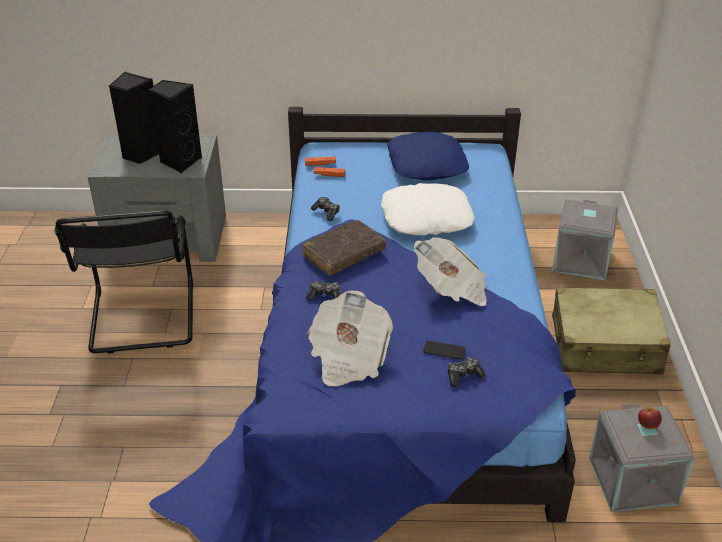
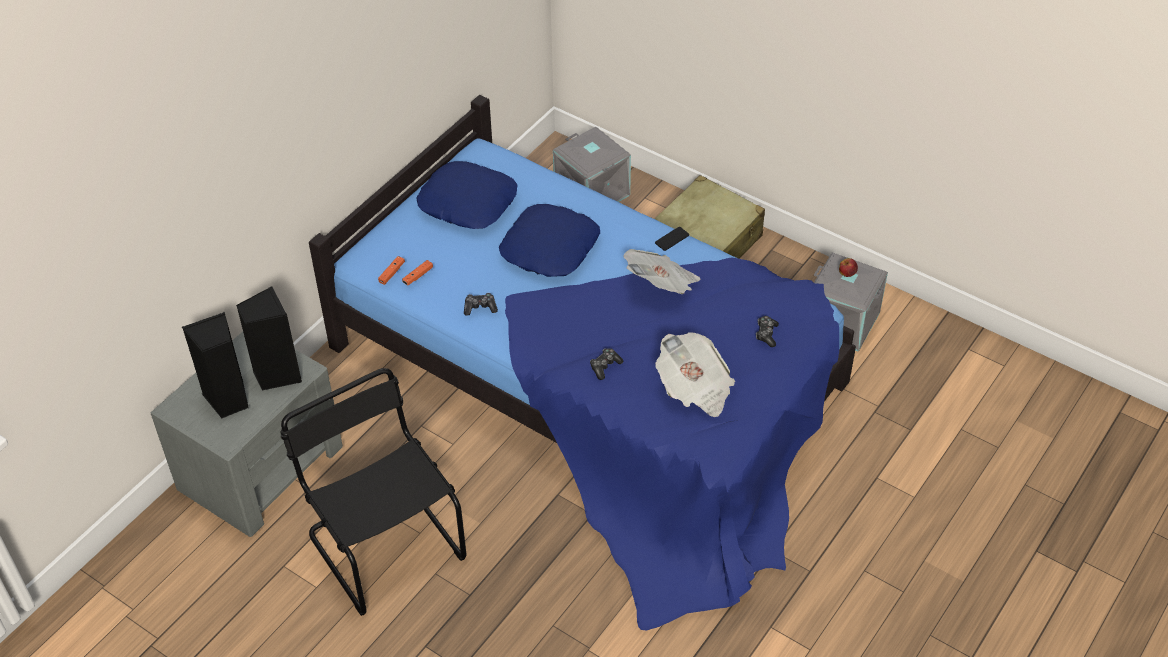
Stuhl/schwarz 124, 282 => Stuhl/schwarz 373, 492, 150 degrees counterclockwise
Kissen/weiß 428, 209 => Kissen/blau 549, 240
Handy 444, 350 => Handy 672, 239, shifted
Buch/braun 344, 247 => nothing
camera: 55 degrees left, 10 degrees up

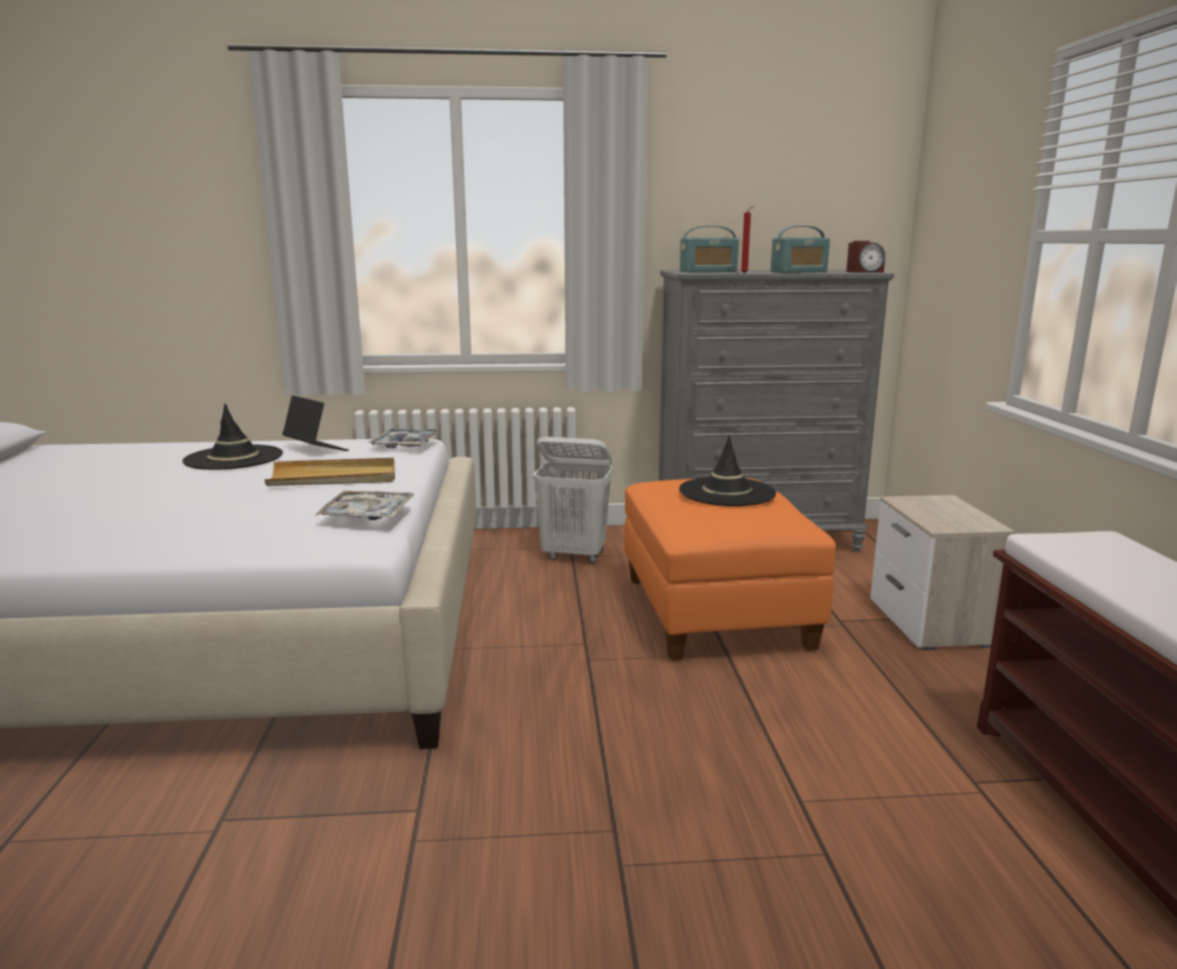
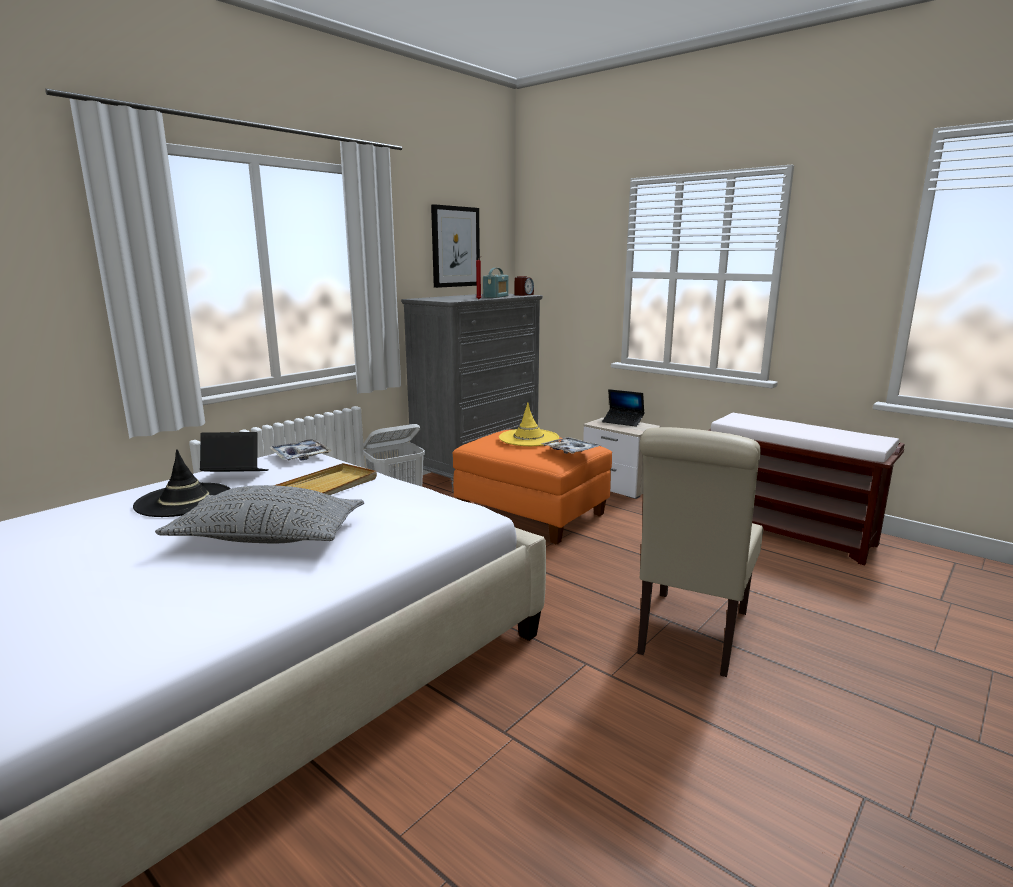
nothing => Kissen/grau 259, 514
nothing => Bild 455, 246
Hut/schwarz 727, 470 => Hut/gelb 529, 424
Tablett 364, 505 => Tablett 571, 445, shifted
nothing => Laptop 623, 408
nothing => Stuhl/beige 700, 552
Radio 709, 249 => nothing
camera: 45 degrees left, 0 degrees up

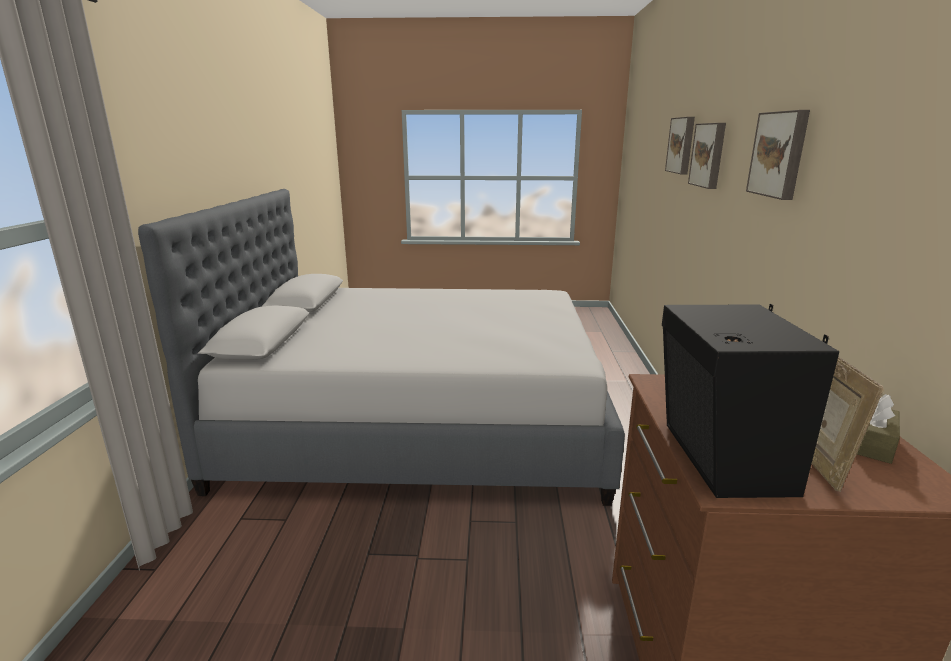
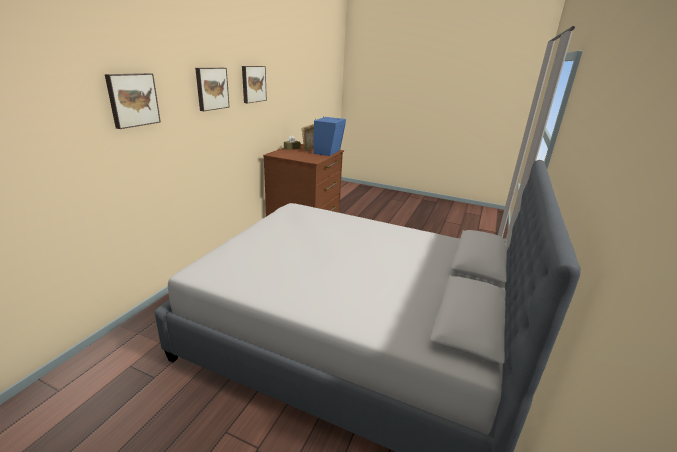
Bild 680, 145 => Bild 254, 84, shifted
Lautsprecher/schwarz 750, 401 => Lautsprecher/blau 329, 136
camera: 160 degrees left, 5 degrees up

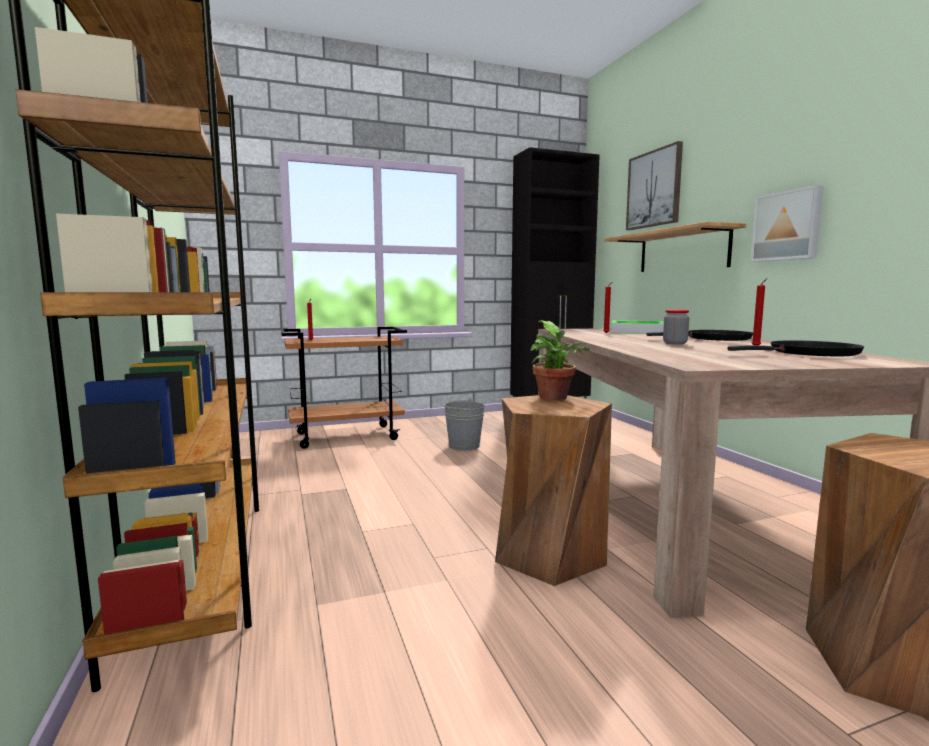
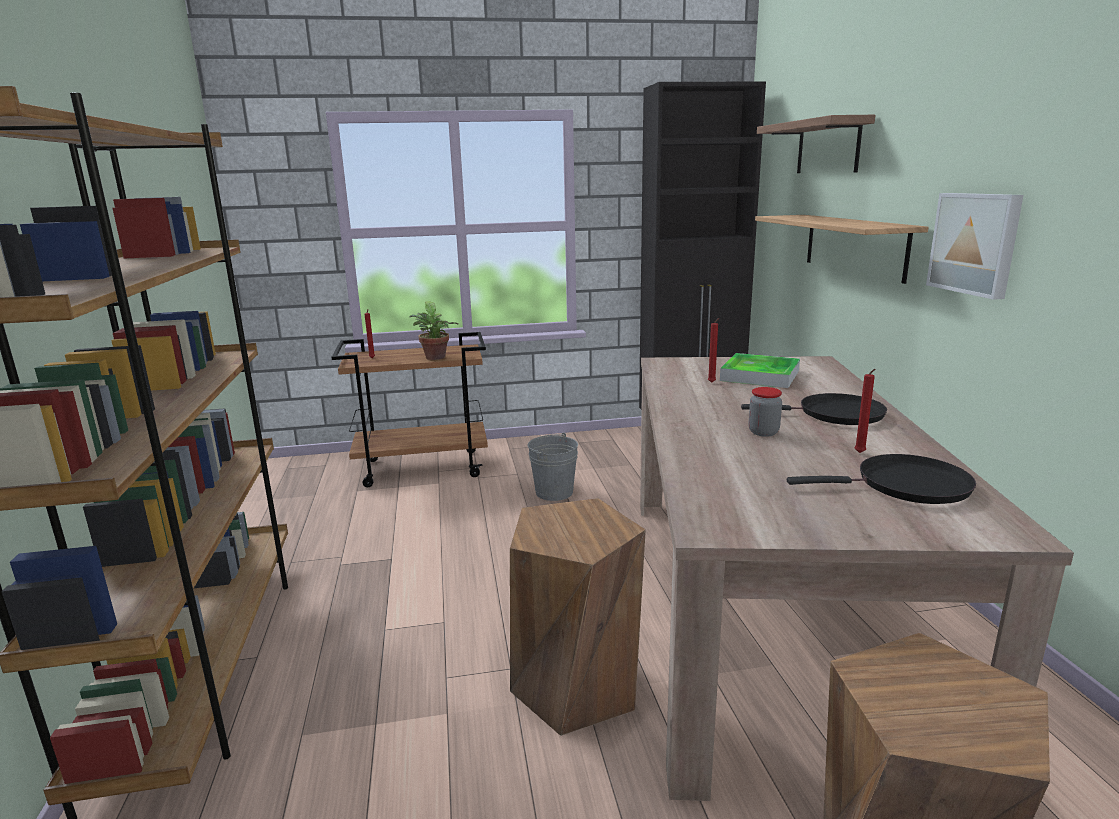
Topfpflanze 560, 360 => Topfpflanze 434, 330, shifted
Bild 654, 185 => Wandregal 816, 144
camera: 10 degrees right, 10 degrees up

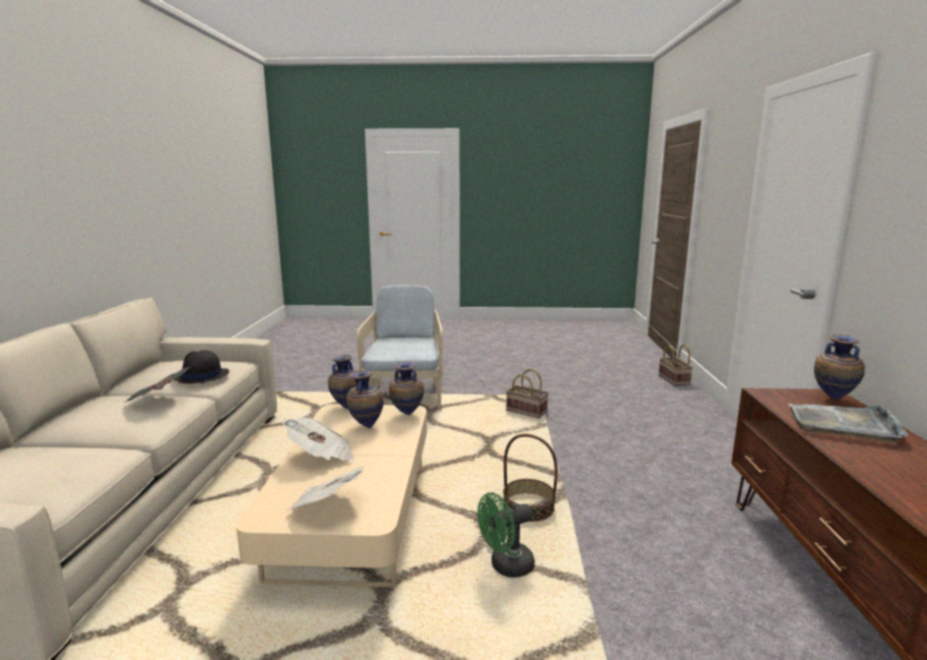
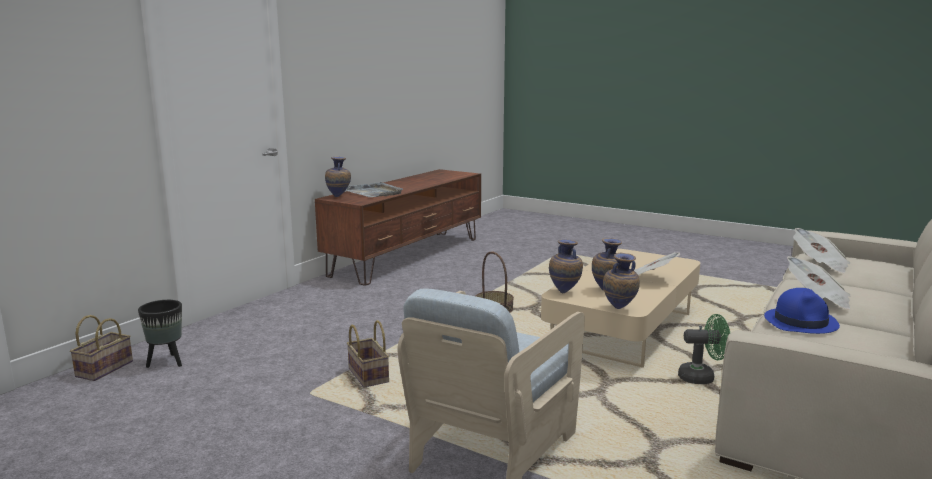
nothing => Pflanzkübel/schwarz 160, 334
Ventilator/grün 506, 535 => Ventilator/grün 704, 349, shifted
Hut/schwarz 201, 367 => Hut/blau 802, 311
Zeitung 326, 488 => Zeitung 821, 250, shifted
camera: 150 degrees left, 0 degrees up

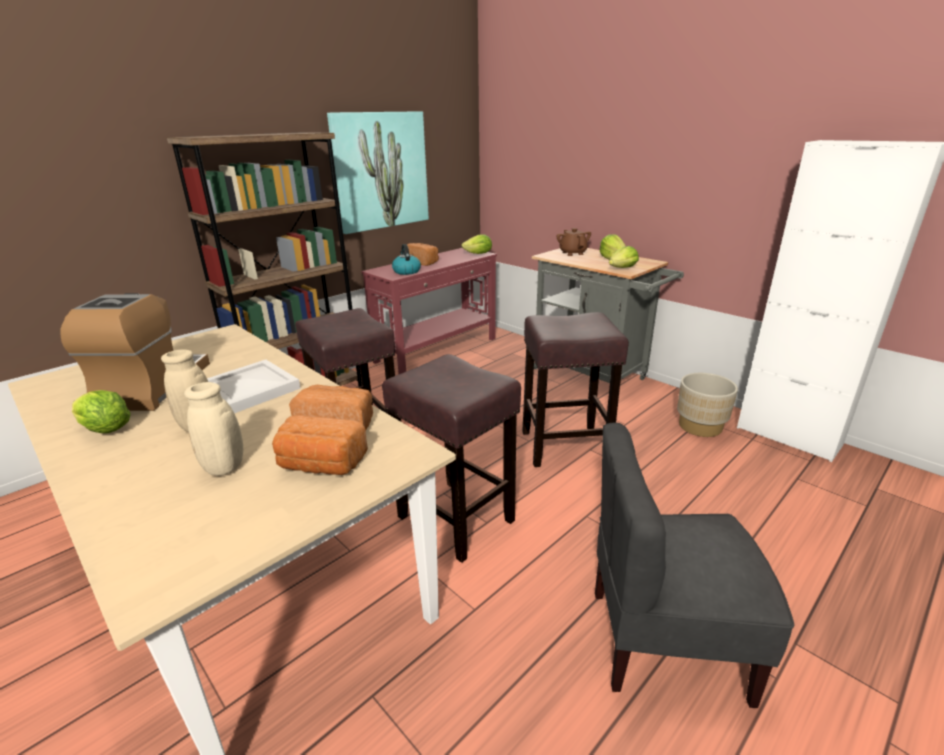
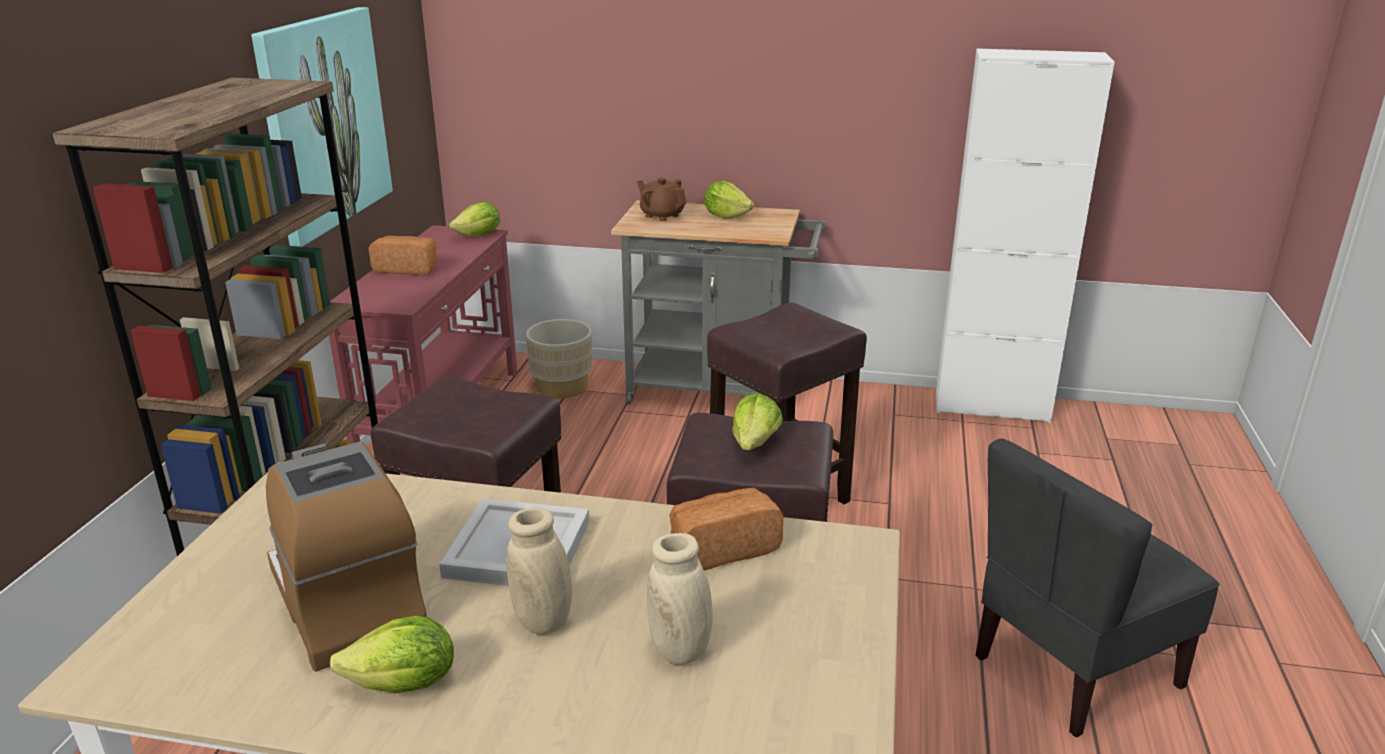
Pflanzkübel/beige 707, 405 => Pflanzkübel/beige 559, 358, shifted
Salatkopf 624, 257 => Salatkopf 757, 421, shifted
Brot 320, 445 => nothing
Wasserkessel 406, 259 => nothing
camera: 35 degrees left, 0 degrees up

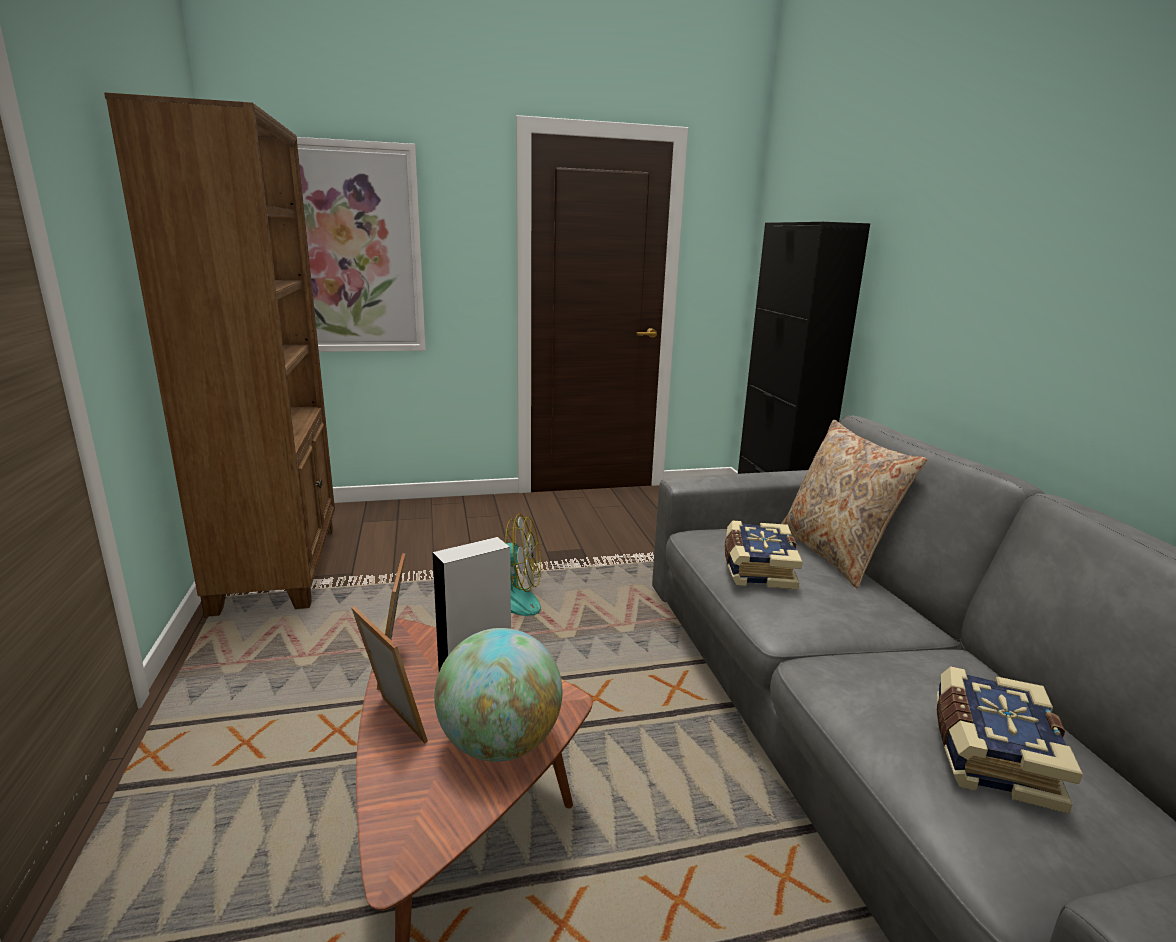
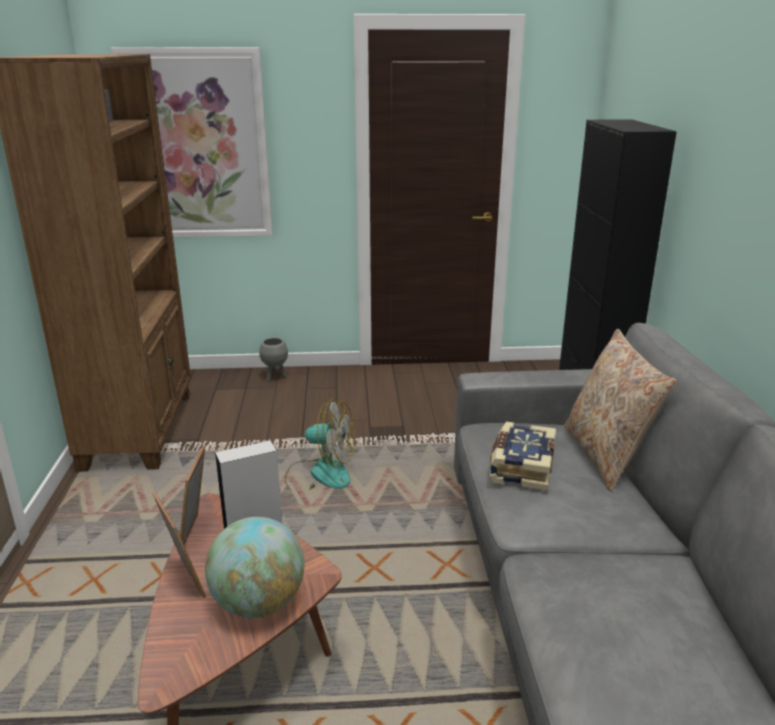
nothing => Pflanzkübel/grau 273, 359
Buch 1010, 740 => nothing
camera: 10 degrees right, 5 degrees up

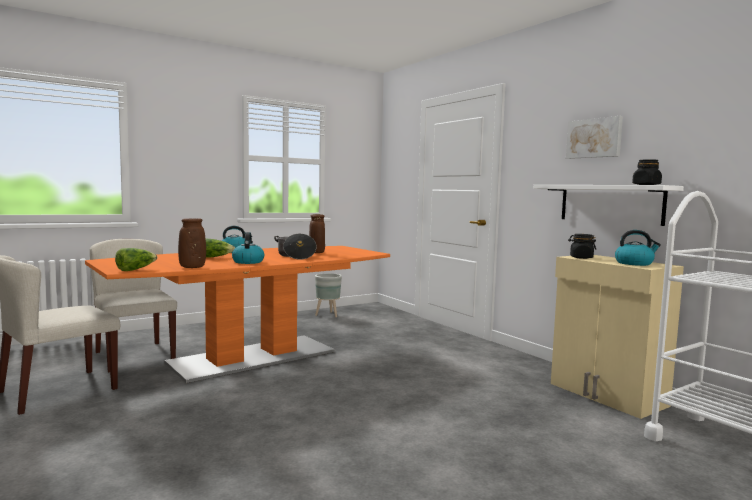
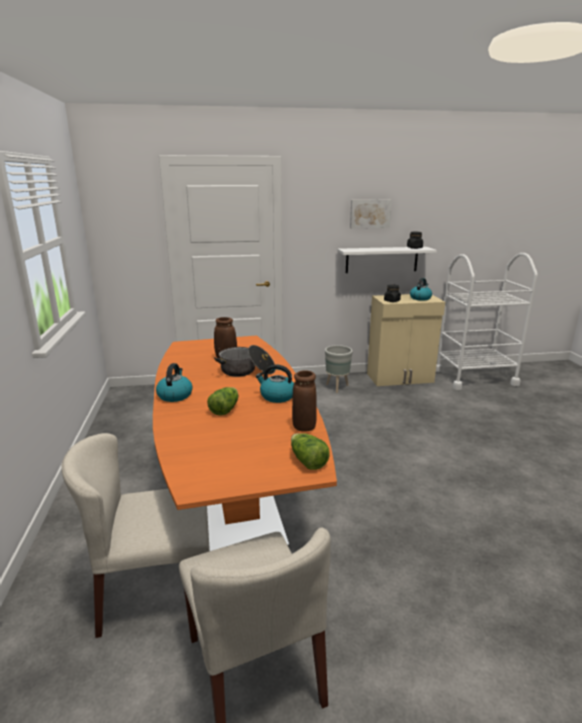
Pflanzkübel/grau 328, 295 => Pflanzkübel/grau 338, 369, shifted
camera: 65 degrees left, 15 degrees up

